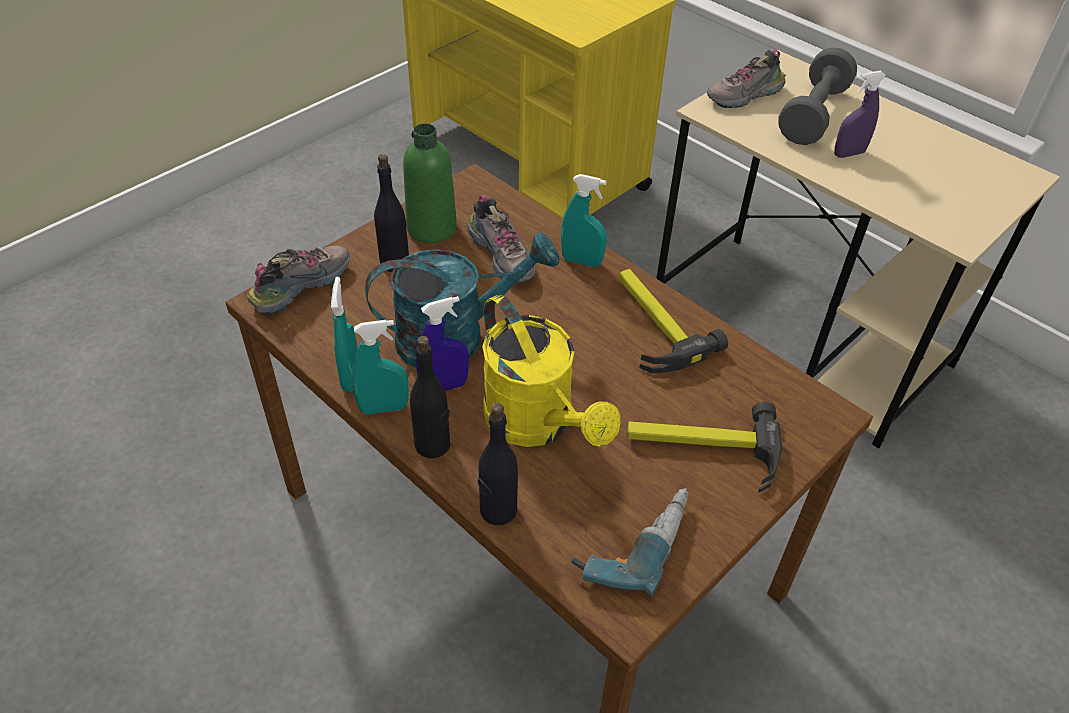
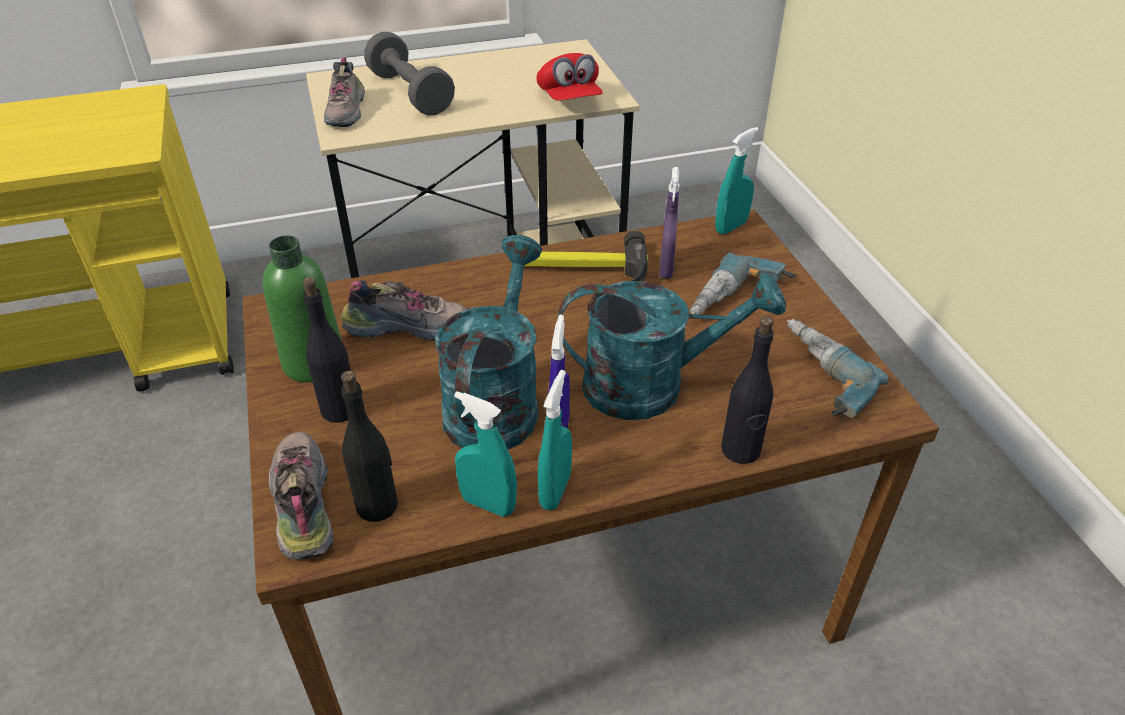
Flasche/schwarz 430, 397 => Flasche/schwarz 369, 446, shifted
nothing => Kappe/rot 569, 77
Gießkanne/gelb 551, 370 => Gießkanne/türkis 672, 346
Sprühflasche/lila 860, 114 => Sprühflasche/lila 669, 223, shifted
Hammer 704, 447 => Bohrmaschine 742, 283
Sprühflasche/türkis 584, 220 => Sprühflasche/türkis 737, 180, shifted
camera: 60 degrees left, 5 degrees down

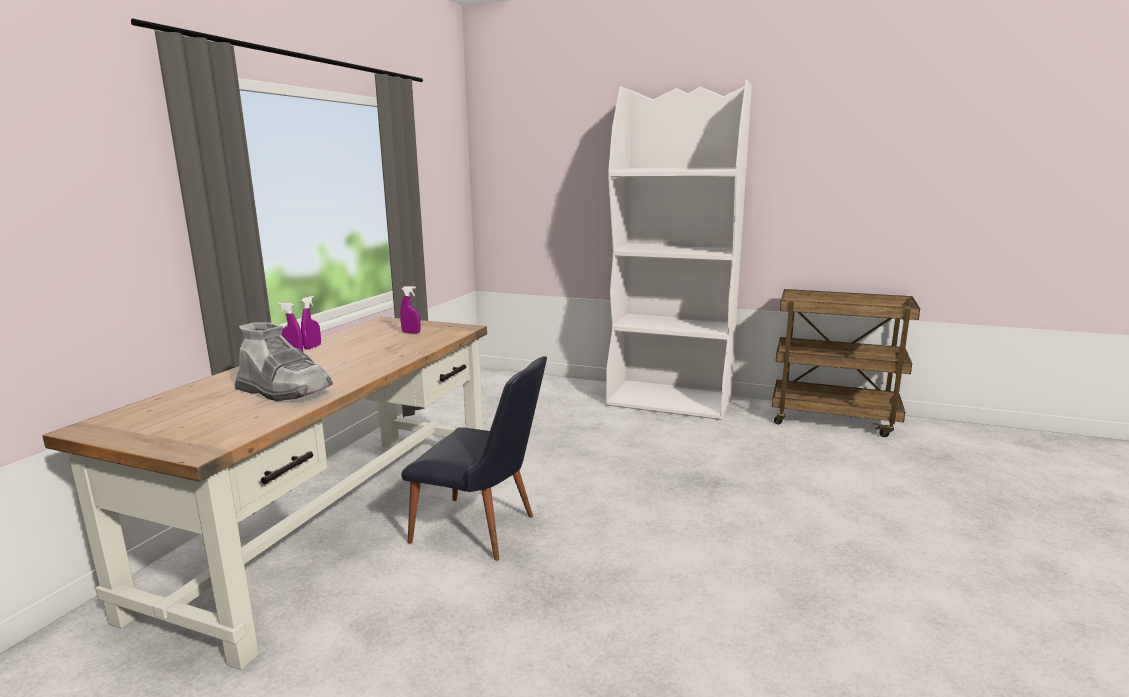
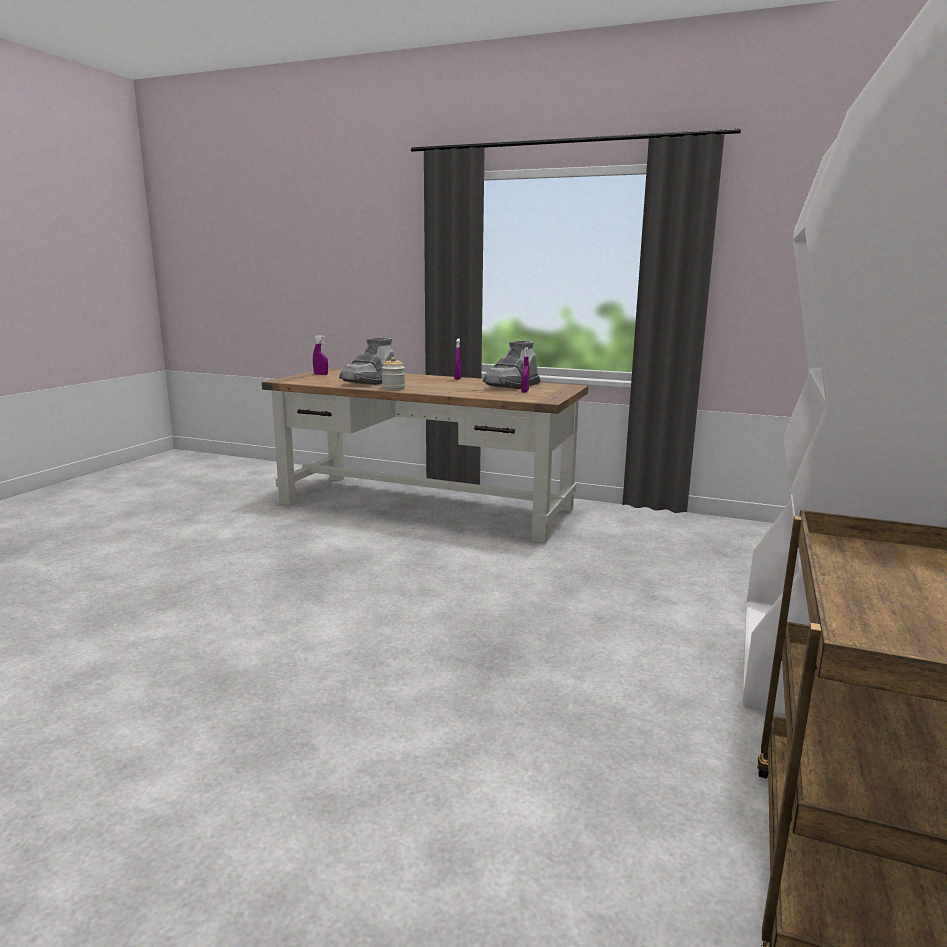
Sprühflasche/lila 311, 323 => Sprühflasche/lila 320, 355, shifted
nothing => Vorratsglas 393, 373
nothing => Stiefel/grau 511, 365
Stuhl/schwarz 474, 458 => nothing
camera: 90 degrees right, 0 degrees up

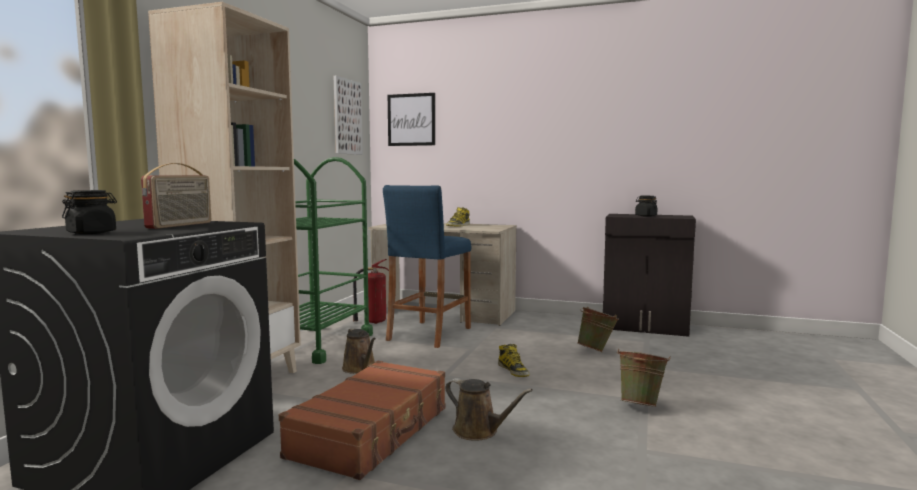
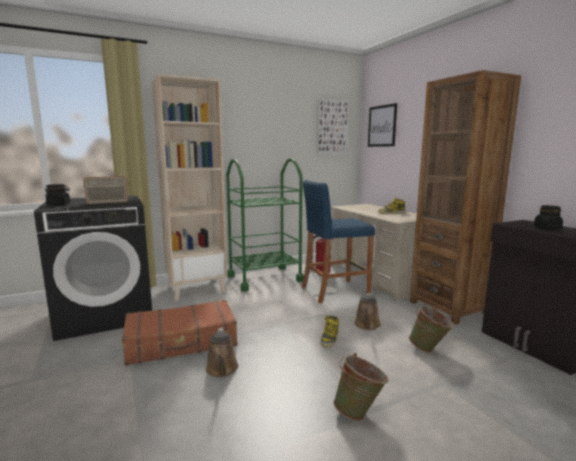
Gießkanne/braun 359, 351 => Gießkanne/braun 367, 311, shifted
nothing => Bücherregal/braun 465, 197
camera: 45 degrees right, 5 degrees up

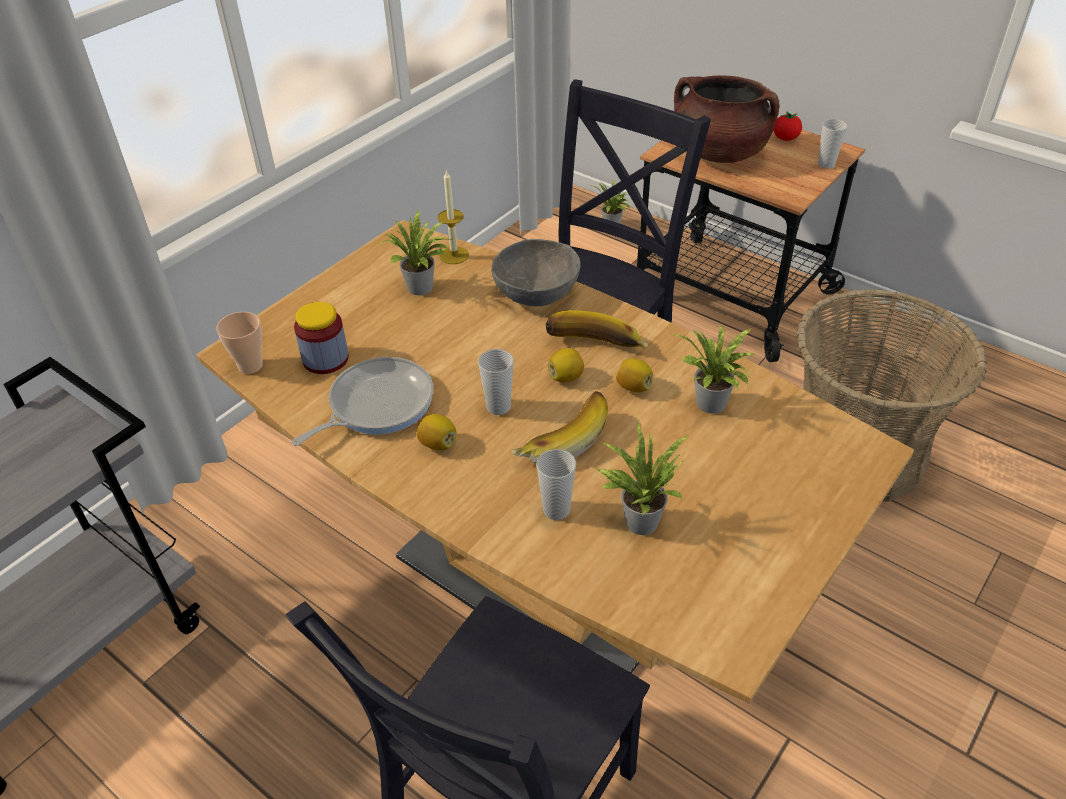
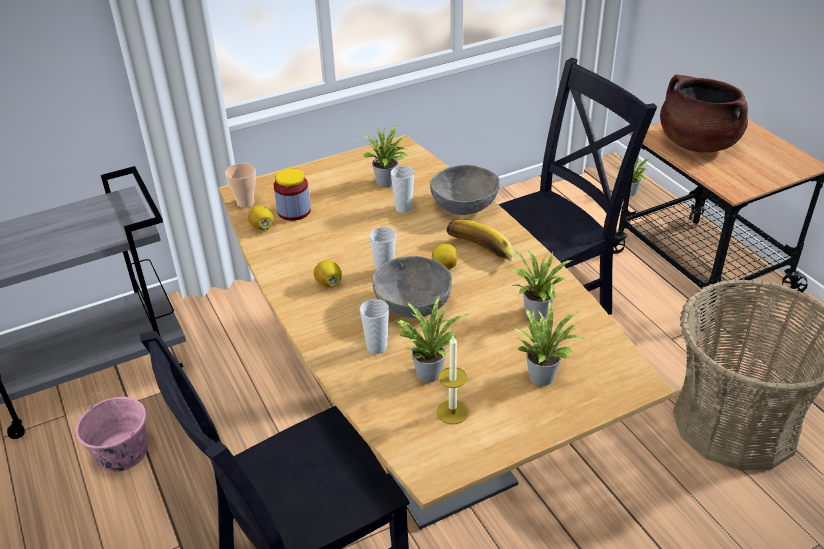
nothing => Eimer/rosa 112, 432
Zitrone 634, 375 => Zitrone 261, 217, shifted
Banane 559, 427 => Schüssel/grau 412, 287
Tasse 833, 144 => Tasse 402, 189, shifted
Kerze 453, 216 => Kerze 453, 380, shifted
nothing => Topfpflanze 548, 342
Pfanne 362, 401 => nothing
Tomate 788, 126 => nothing
camera: 25 degrees right, 5 degrees down

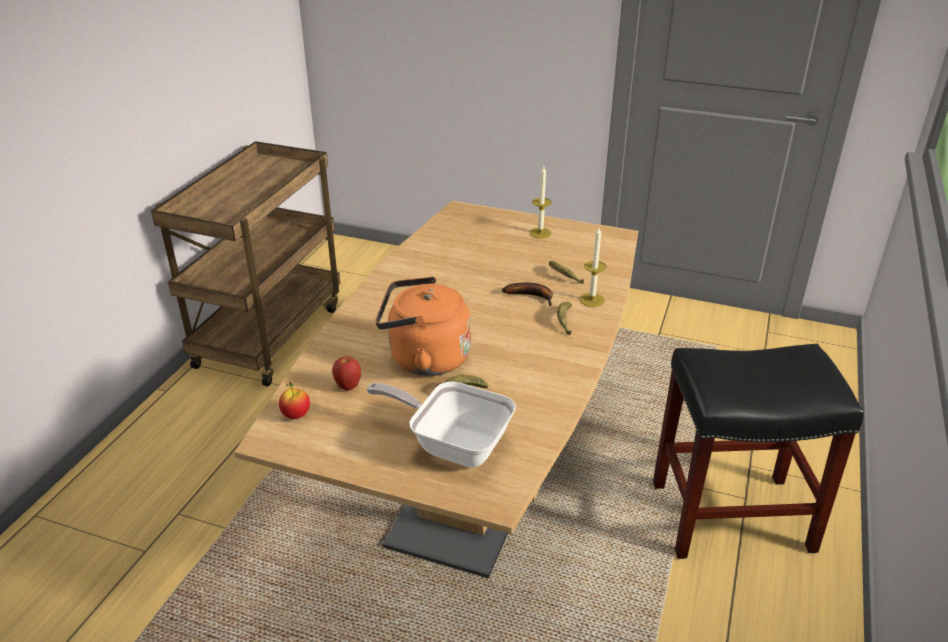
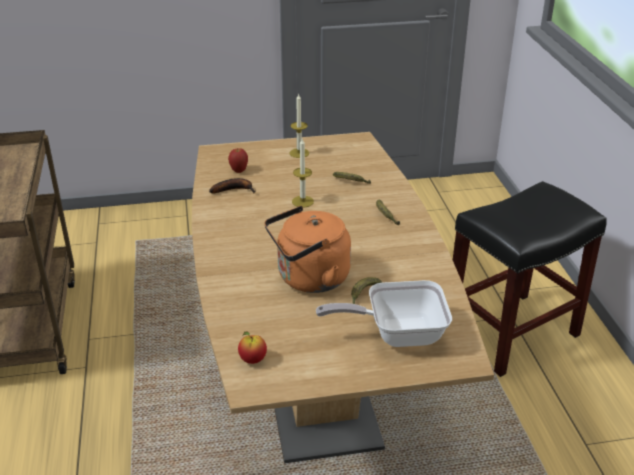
Banane 527, 294 => Banane 232, 185, shifted
Apfel 346, 373 => Apfel 238, 160, shifted
Kerze 592, 267 => Kerze 303, 173, shifted
camera: 30 degrees left, 0 degrees up

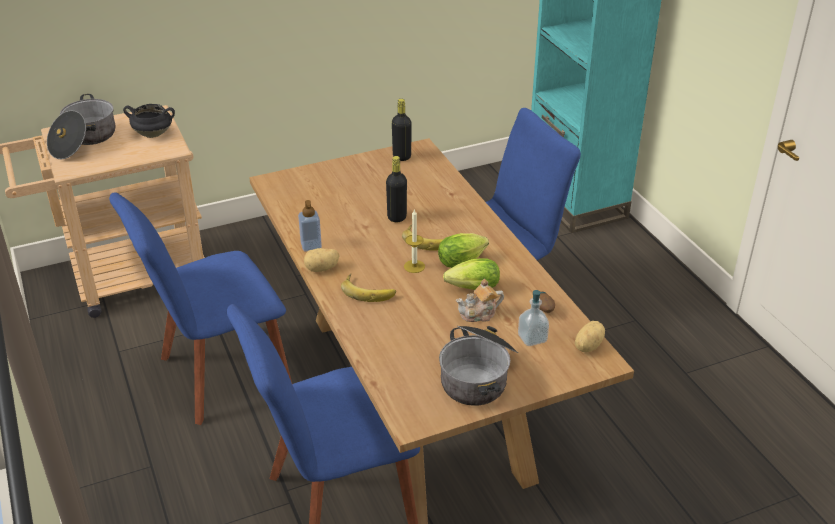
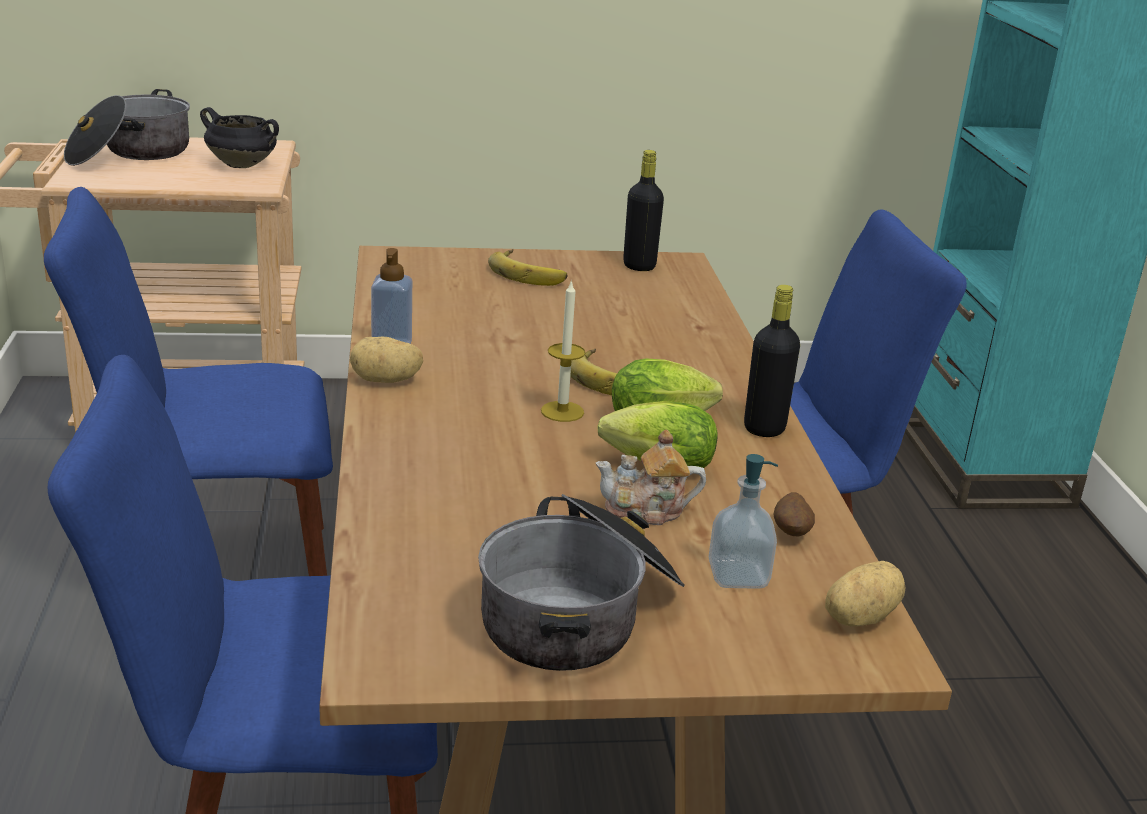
Banane 368, 288 => Banane 527, 267, shifted
Flasche/schwarz 396, 189 => Flasche/schwarz 772, 361, shifted
camera: 15 degrees right, 10 degrees down

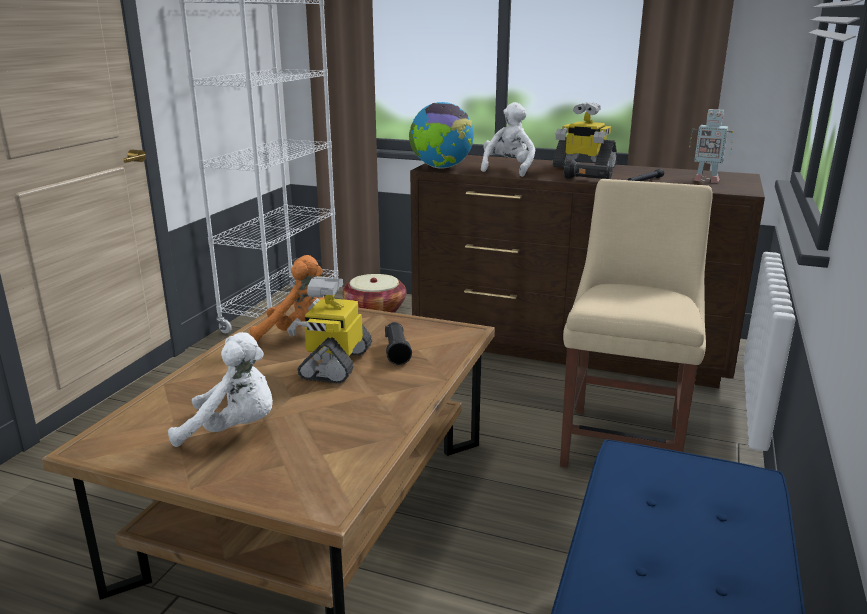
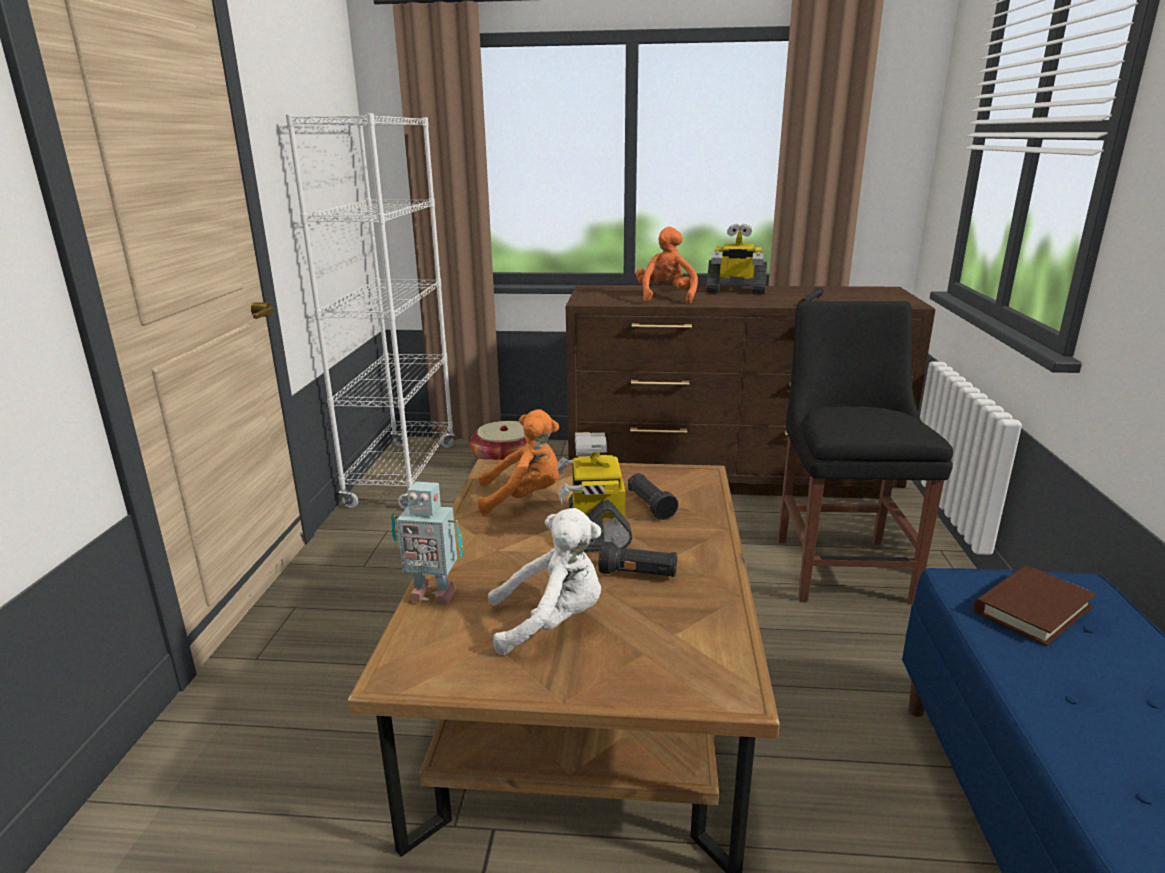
Spielzeugroboter 711, 146 => Spielzeugroboter 427, 543, shifted
Taschenlampe/schwarz 588, 169 => Taschenlampe/schwarz 637, 559, shifted
Plüschtier/weiß 508, 139 => Plüschtier/orange 667, 265
Stuhl/beige 636, 323 => Stuhl/schwarz 865, 452
nothing => Buch/braun 1034, 605
Globus 441, 135 => nothing
camera: 15 degrees left, 0 degrees up

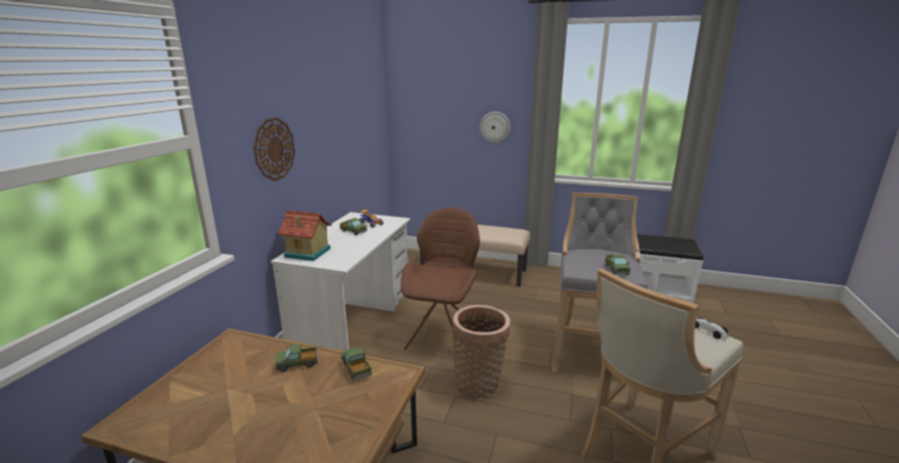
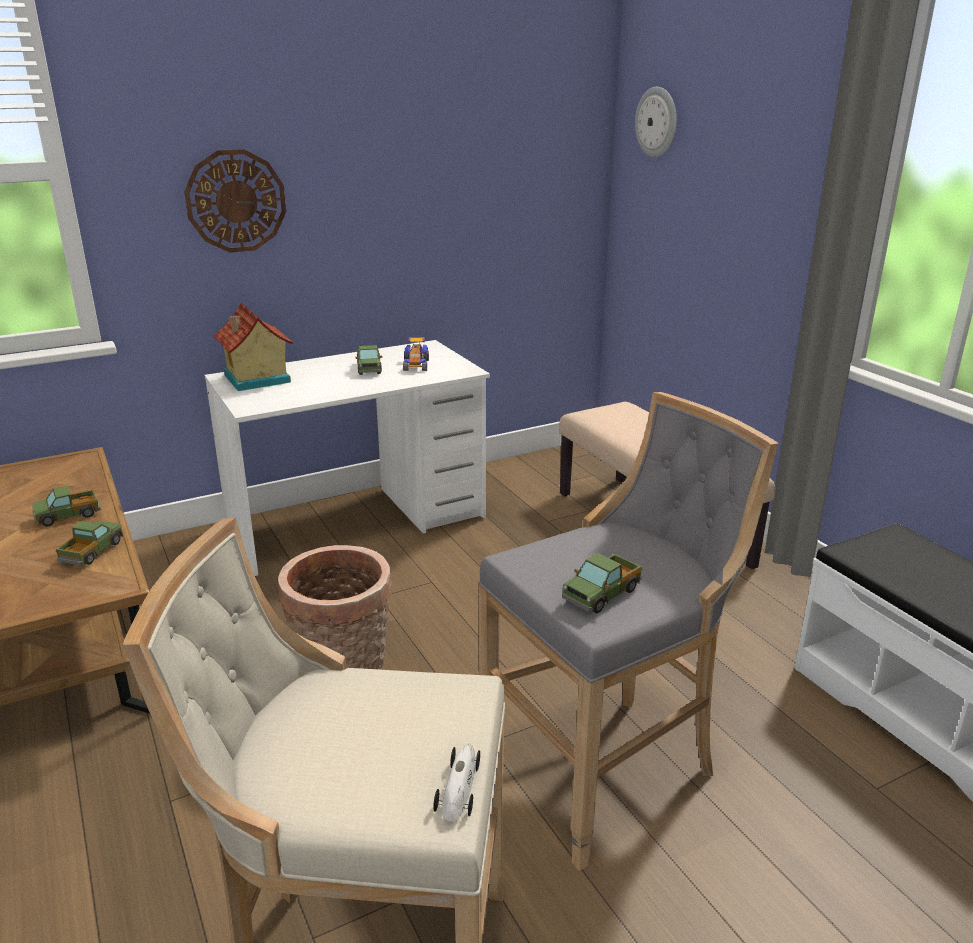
Spielzeuglaster 297, 358 => Spielzeuglaster 66, 506, 60 degrees counterclockwise
Wanduhr 495, 127 => Wanduhr 656, 122, shifted
Stuhl/braun 440, 278 => nothing
camera: 45 degrees right, 5 degrees up

